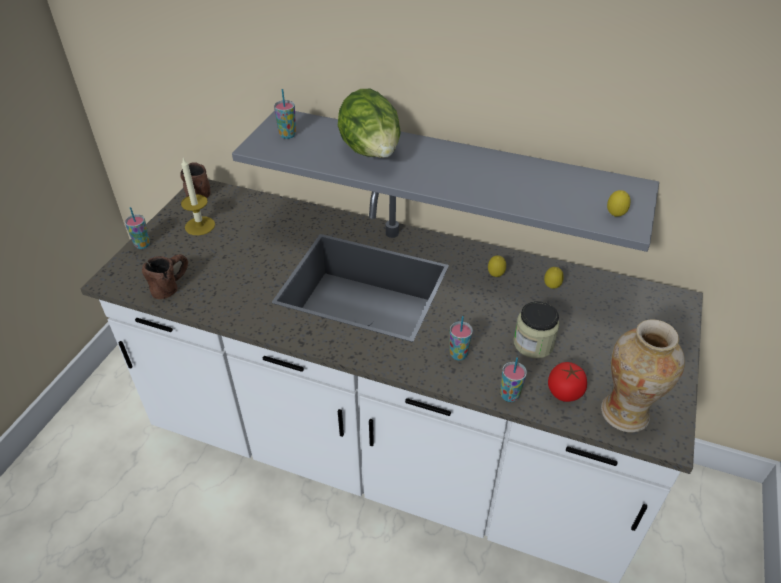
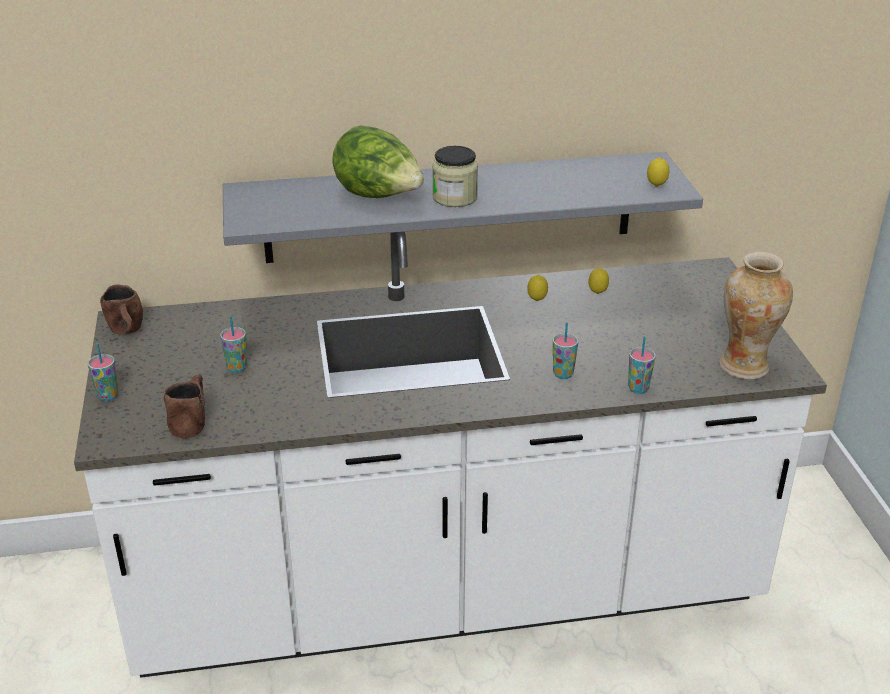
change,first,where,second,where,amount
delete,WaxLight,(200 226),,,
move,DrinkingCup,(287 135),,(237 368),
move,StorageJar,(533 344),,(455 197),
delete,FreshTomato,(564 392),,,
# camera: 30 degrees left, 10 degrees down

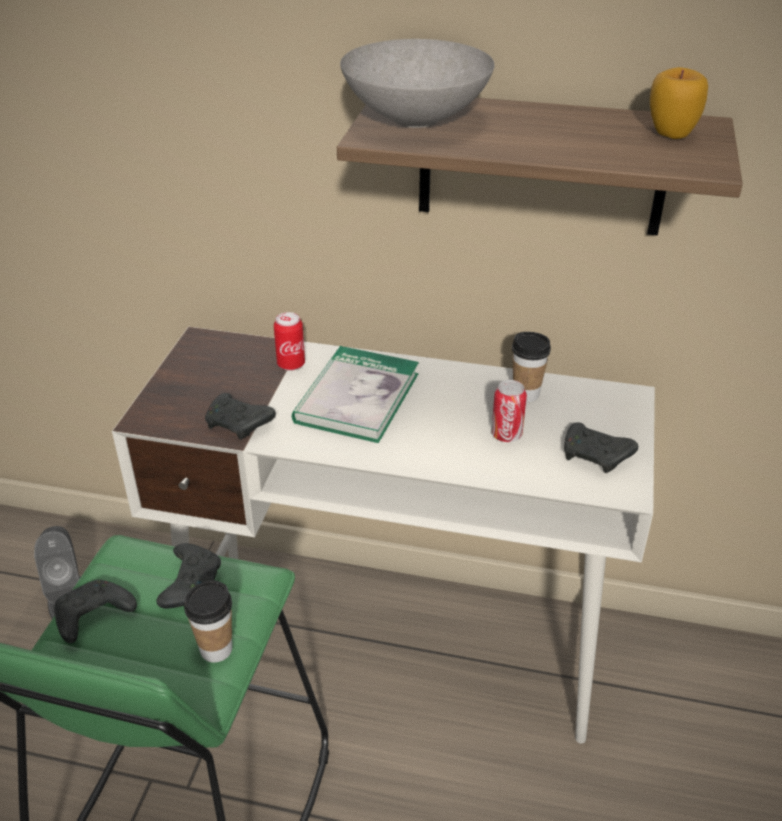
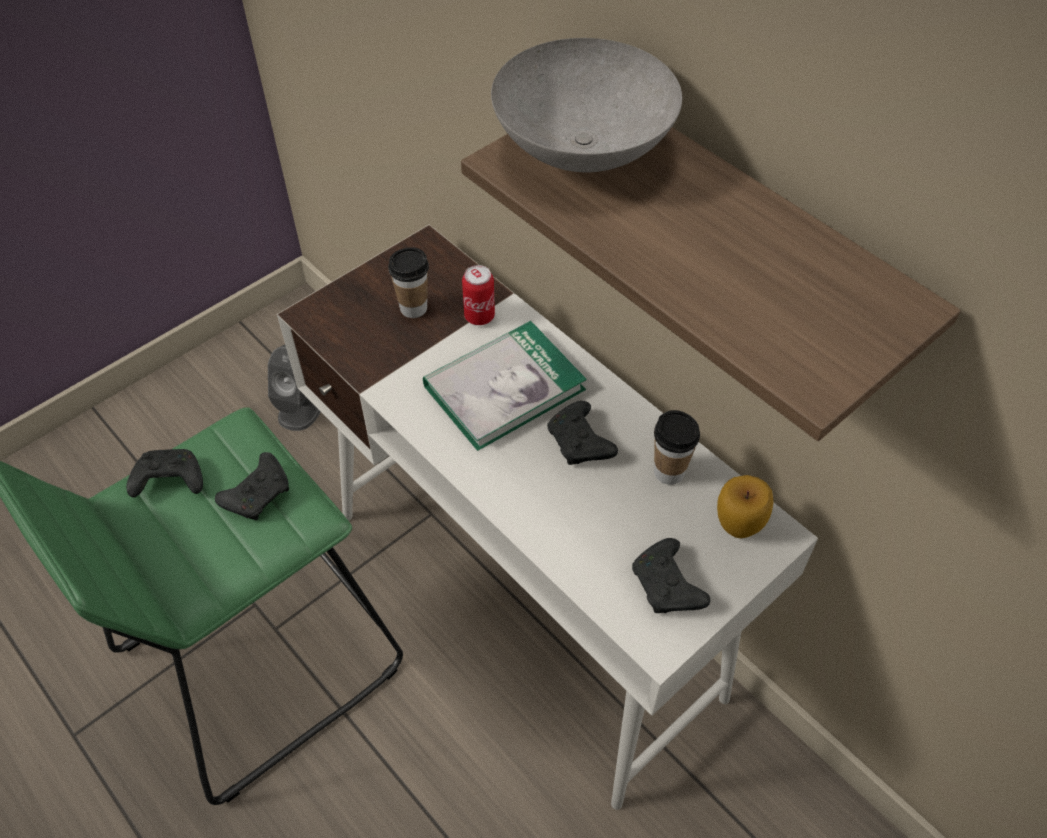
change,first,where,second,where,amount
move,DrinkingCup,(216 649),,(413 308),
move,BlackishGameController,(239 425),,(580 443),
delete,SealedCan,(506 435),,,
move,AppleFruit,(671 134),,(738 524),
# camera: 35 degrees right, 15 degrees up

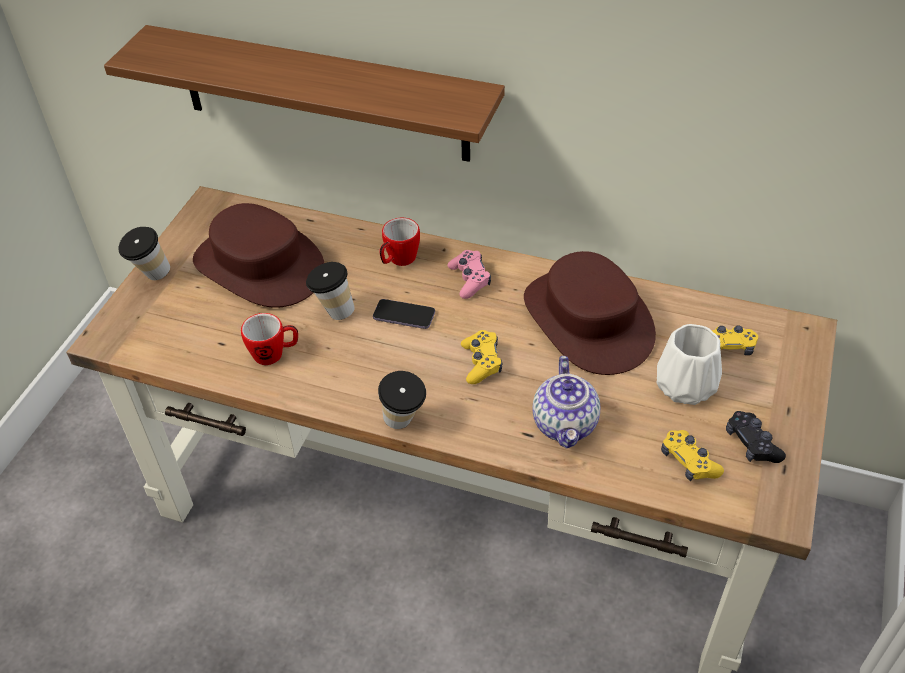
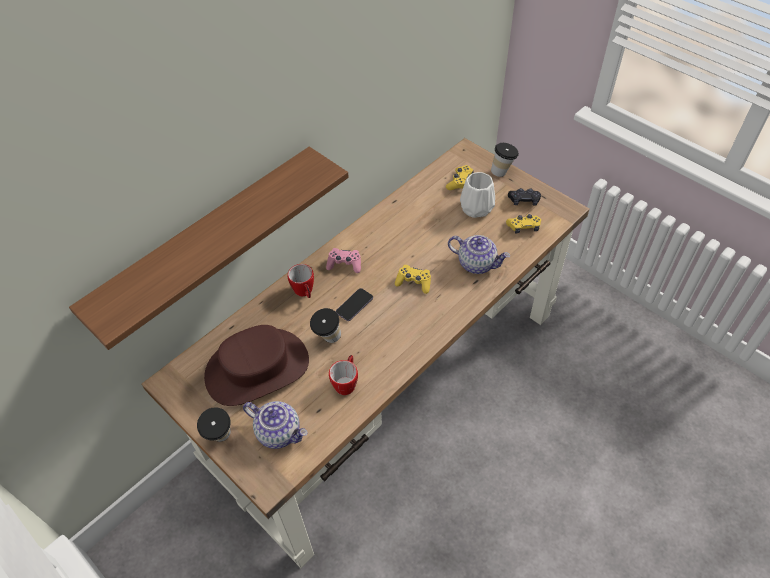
change,first,where,second,where,amount
move,DrinkingCup,(404 424),,(502 172),
delete,BrownHat,(588 320),,,
insert,,,PotForTea,(279 432),
# camera: 65 degrees left, 5 degrees up

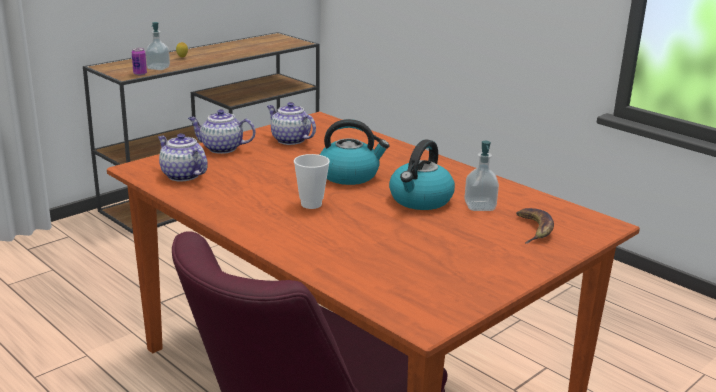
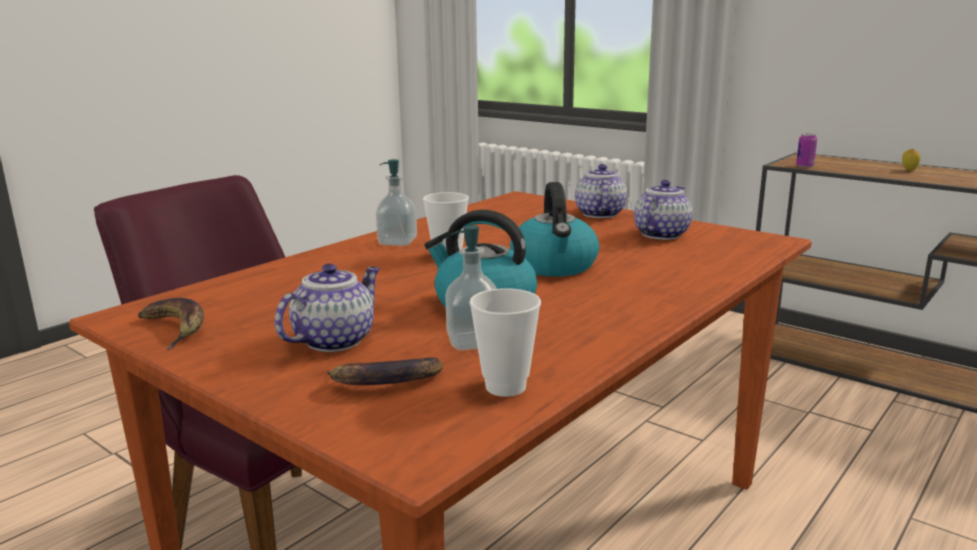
change,first,where,second,where,amount
move,SoapDispenser,(158 68),,(397 242),
move,PotForTea,(182 175),,(335 340),
insert,,,BananaFruit,(175 328),
insert,,,DrinkingCup,(505 387),
# camera: 85 degrees right, 5 degrees down

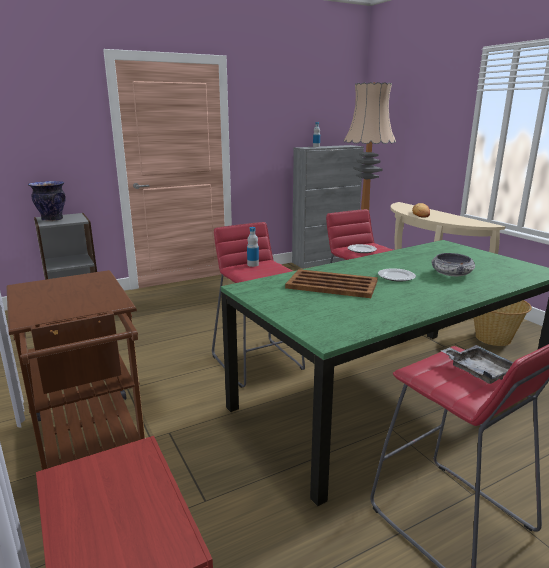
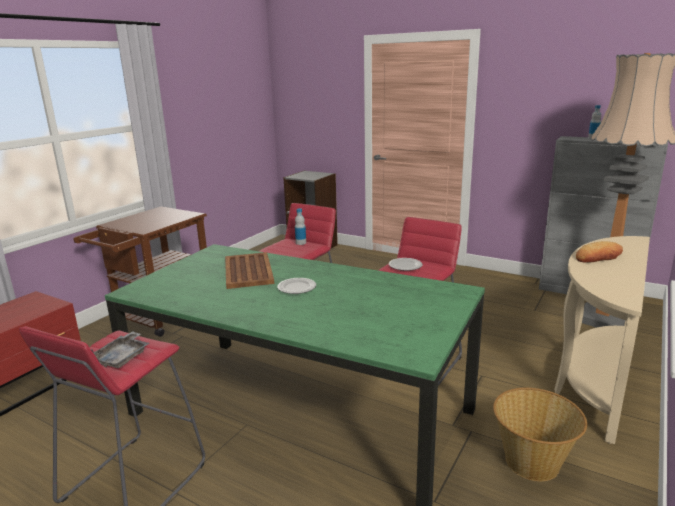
change,first,where,second,where,amount
delete,DecorativeVase,(52 219),,,
delete,ServingBowl,(451 274),,,
# camera: 60 degrees right, 0 degrees up

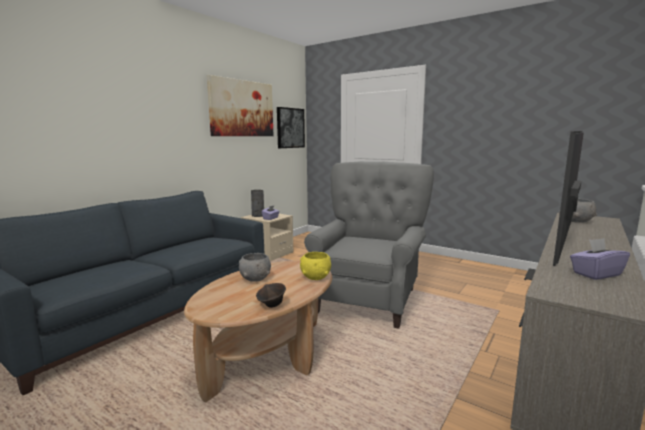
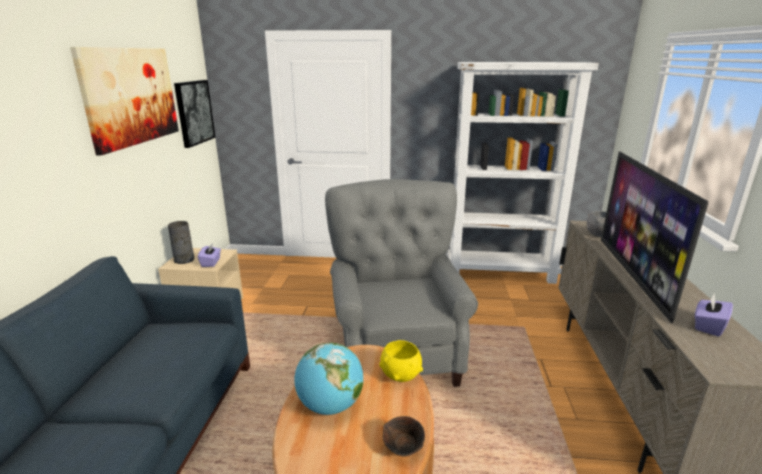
change,first,where,second,where,amount
replace,GreyishServingBowl,(255 279),WorldGlobe,(330 405),
insert,,,WhiteColouredBookshelf,(501 273),
# camera: 30 degrees left, 10 degrees up

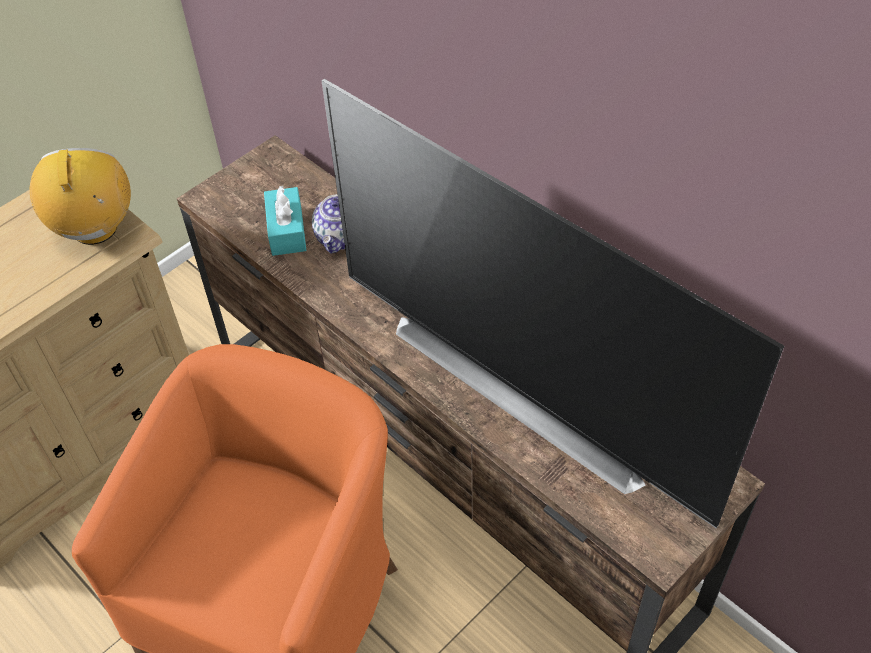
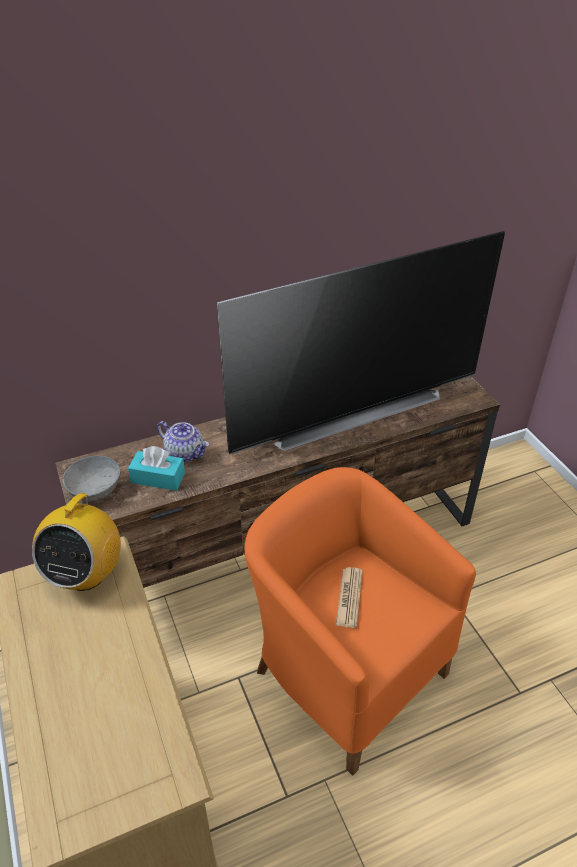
change,first,where,second,where,amount
rotate,RadioReceiver,(95 229),,(86 574),90 degrees counterclockwise
insert,,,GreyishServingBowl,(96 489),
insert,,,PrintedPaper,(349 597),
# camera: 70 degrees left, 10 degrees down

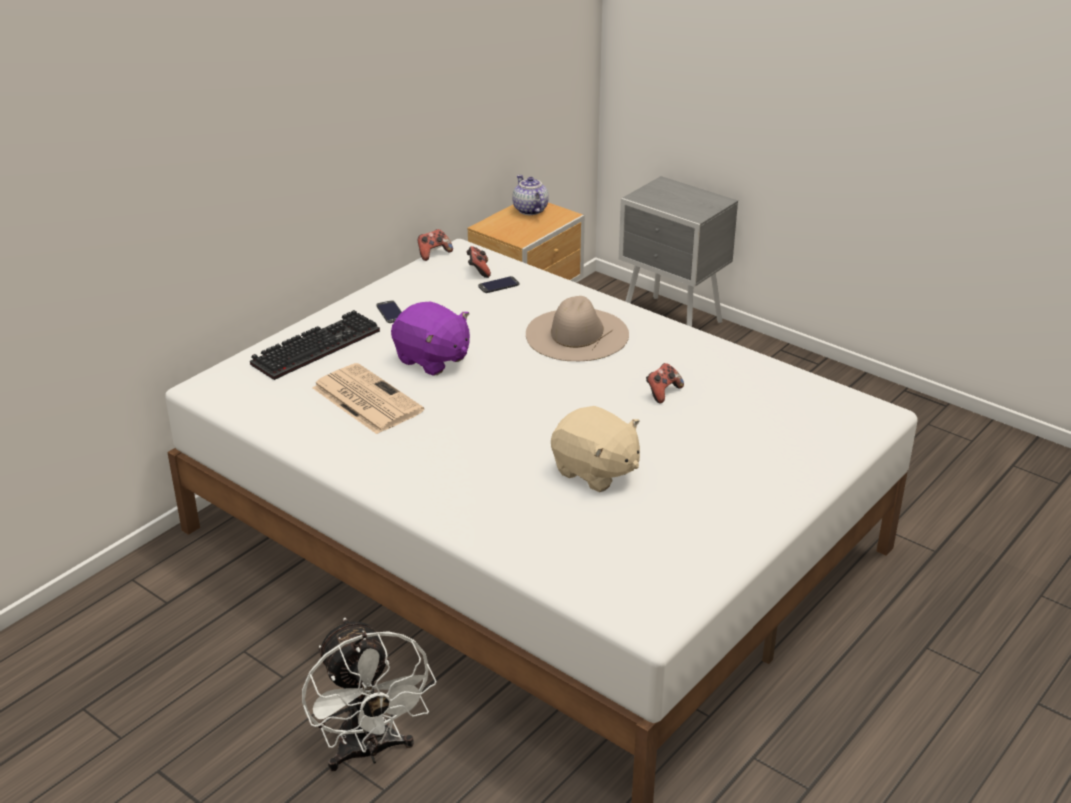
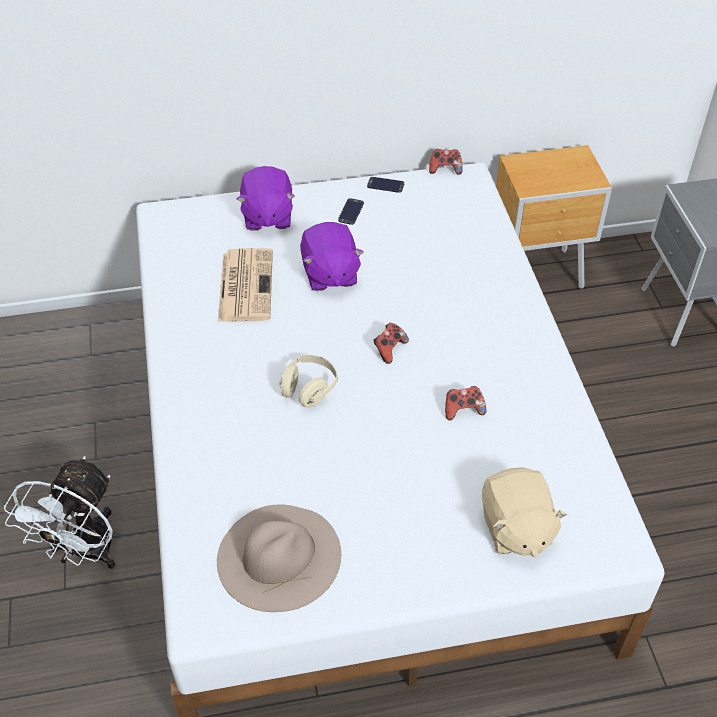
change,first,where,second,where,amount
replace,PcKeyboard,(316 346),PurplePlushToy,(267 216),
move,GameController,(478 271),,(389 349),
move,Telephone,(498 285),,(385 185),
delete,PotForTea,(529 210),,,
move,BeigeColouredHat,(577 334),,(279 556),
move,BeigeColouredPlushToy,(595 471),,(515 528),
insert,,,BeigeColouredHeadset,(309 389),
# camera: 40 degrees right, 15 degrees up

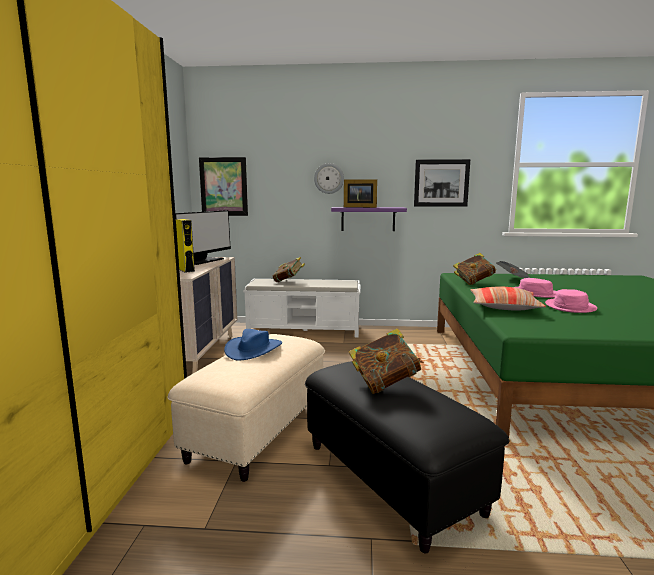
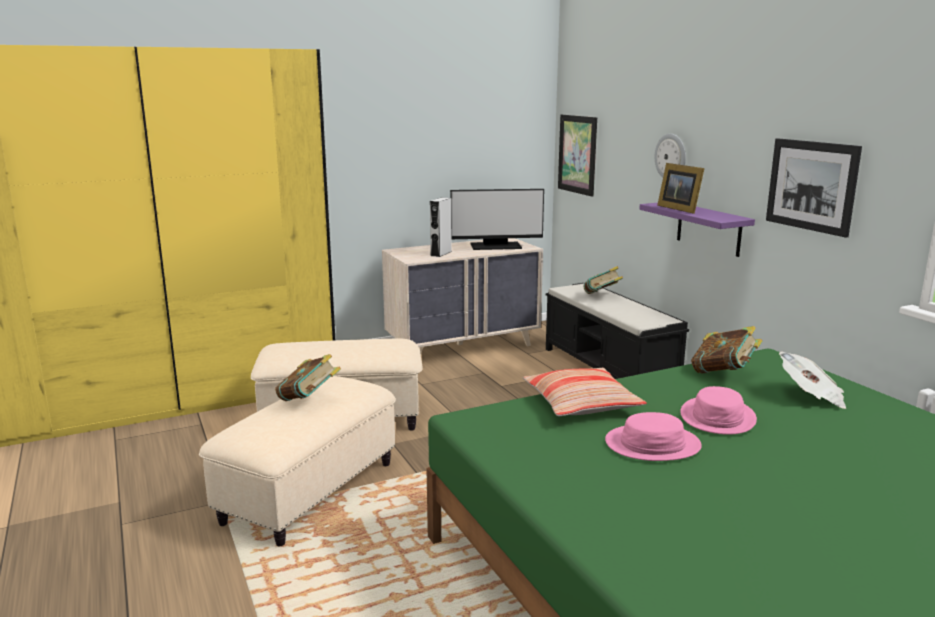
change,first,where,second,where,amount
recolor,YellowishAudioSpeaker,(186 270),GreyishAudioSpeaker,(441 253),
delete,BlueHat,(253 349),,,
recolor,WhiteColouredBench,(305 330),BlackishBench,(609 370),
recolor,BlackishFootrest,(389 478),BeigeColouredFootrest,(309 491),
# camera: 60 degrees right, 5 degrees up

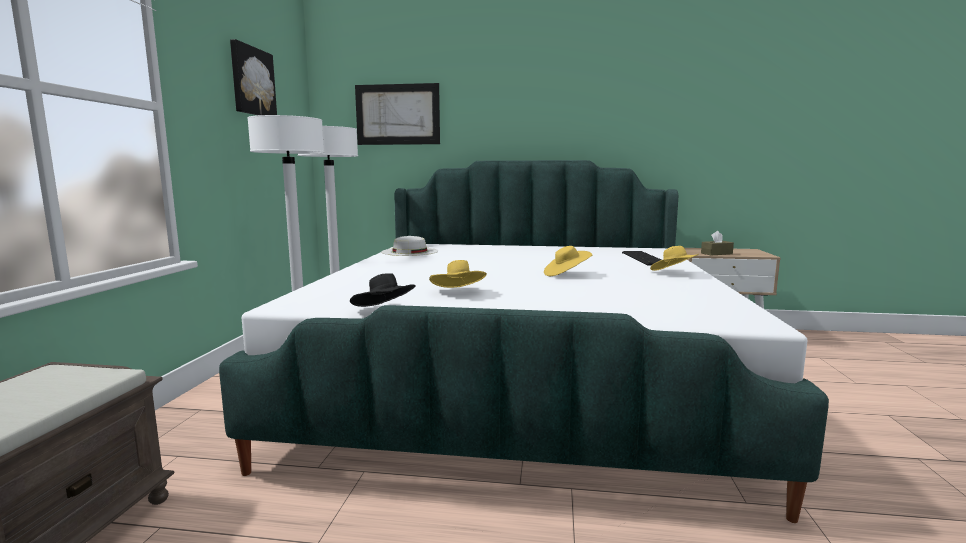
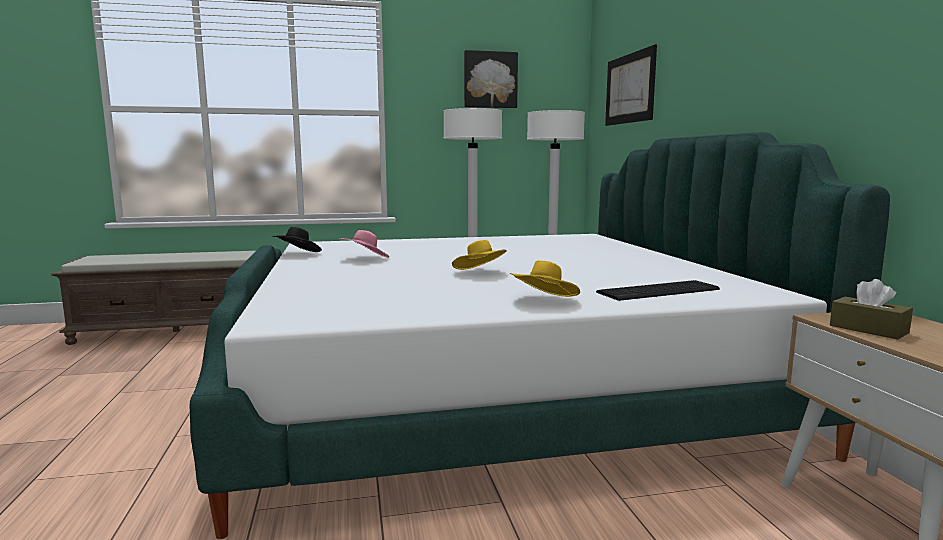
change,first,where,second,where,amount
delete,WhiteColouredHat,(409 251),,,
recolor,YellowishHat,(459 292),PinkishHat,(365 259),
# camera: 70 degrees right, 0 degrees up

